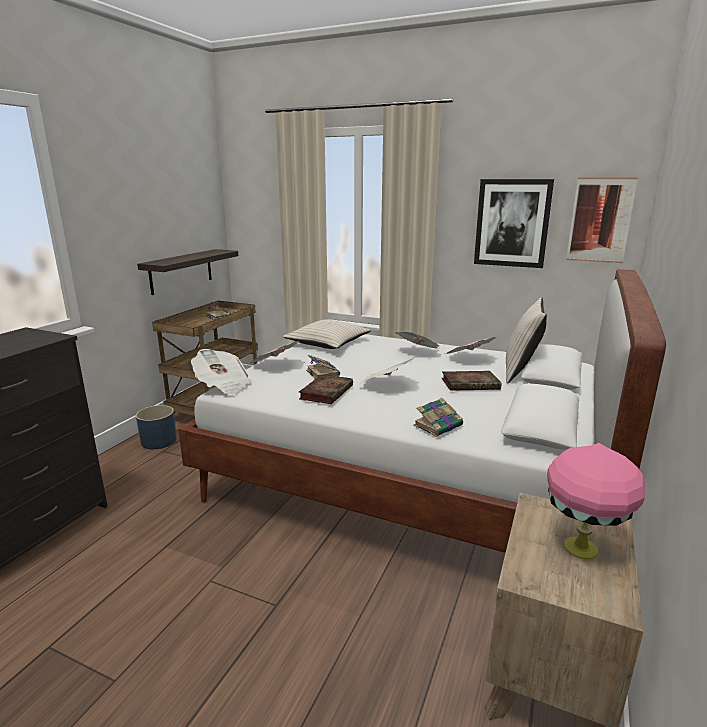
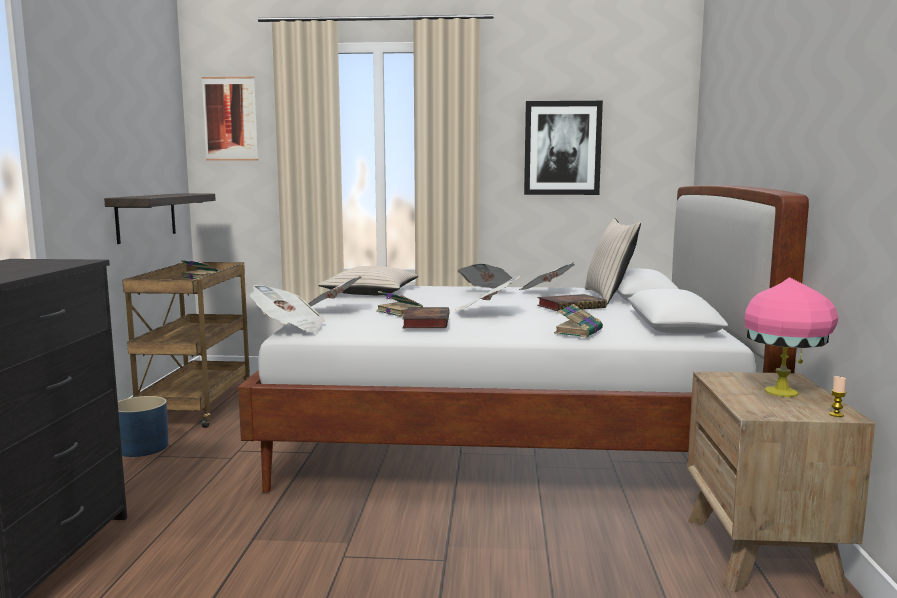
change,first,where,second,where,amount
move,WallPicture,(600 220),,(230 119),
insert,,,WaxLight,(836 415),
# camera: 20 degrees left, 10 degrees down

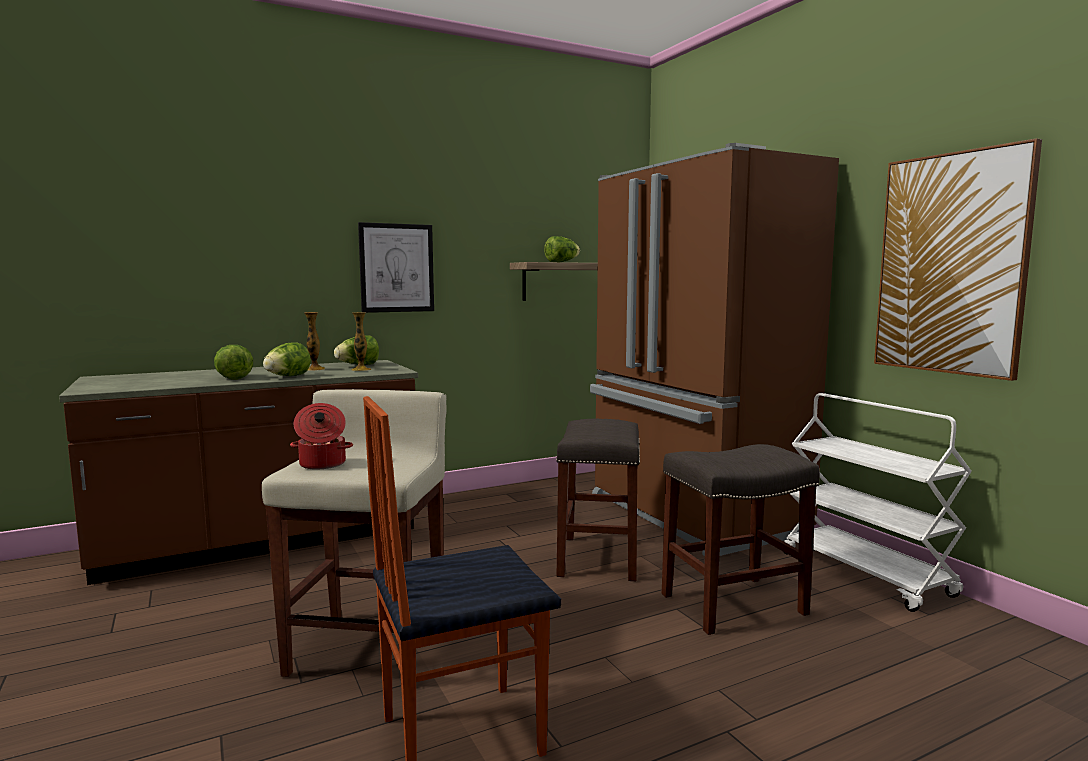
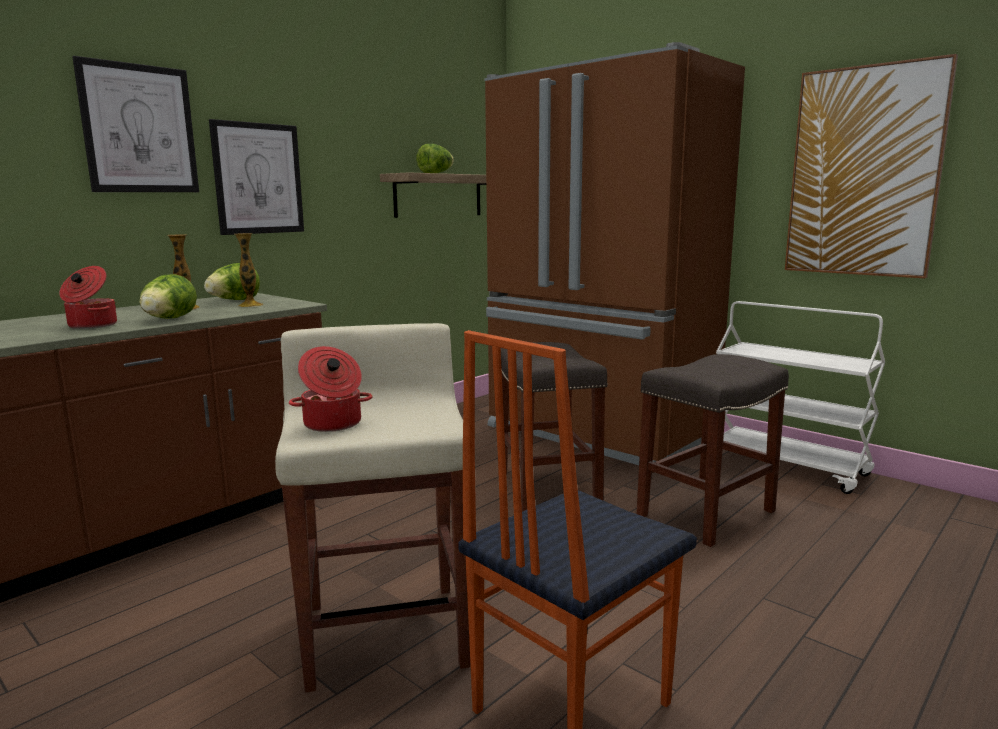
change,first,where,second,where,amount
replace,Lettuce,(232 378),CookingPot,(91 325),
insert,,,WallPicture,(139 129),
# camera: 20 degrees left, 5 degrees up

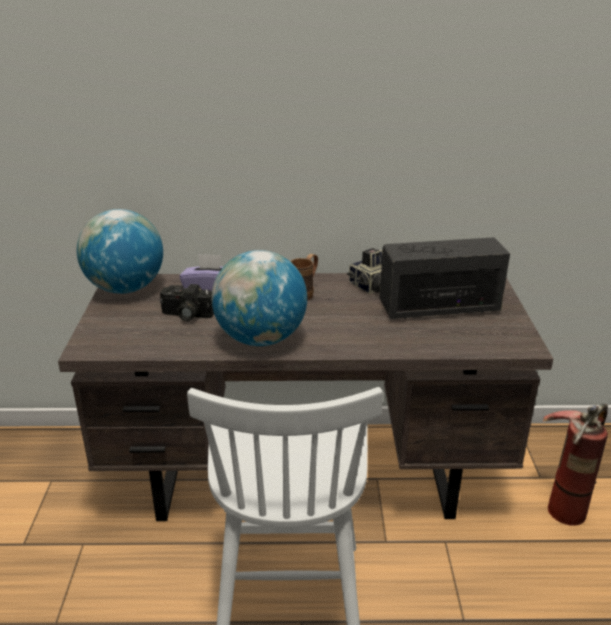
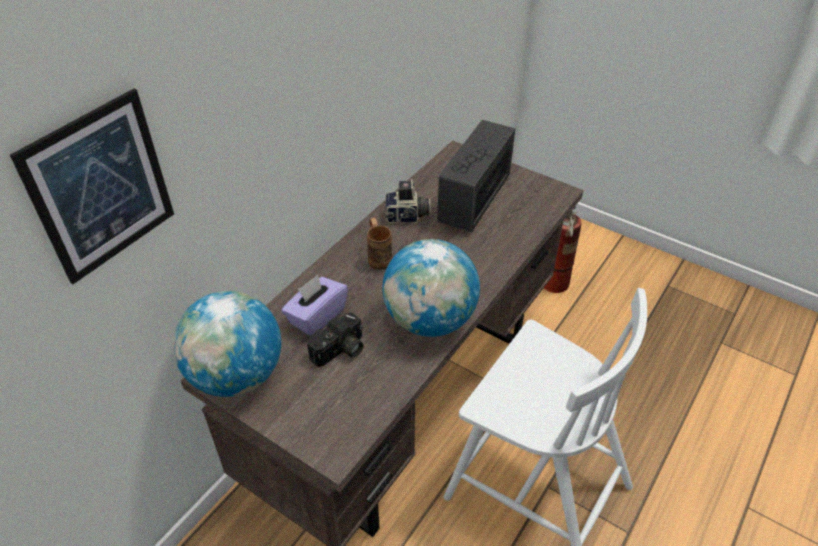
change,first,where,second,where,amount
insert,,,WallPicture,(101 187),
# camera: 55 degrees left, 15 degrees up

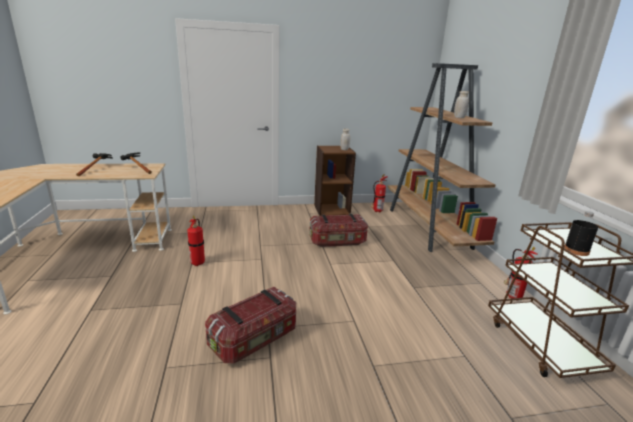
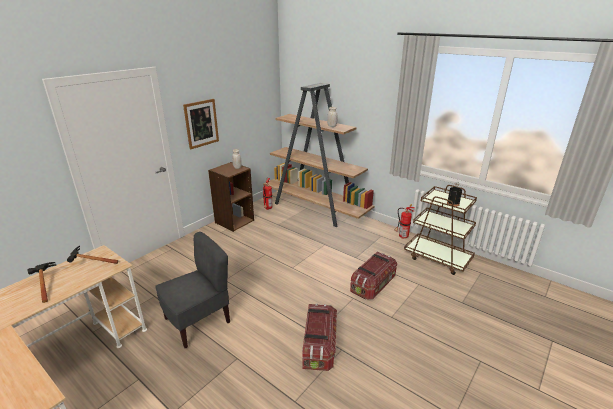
change,first,where,second,where,amount
replace,FireExtinguisher,(198 263),GreyishUprightChair,(198 321),
move,StorageContainer,(337 241),,(373 285),
insert,,,WallPicture,(201 123),
# camera: 40 degrees left, 5 degrees up

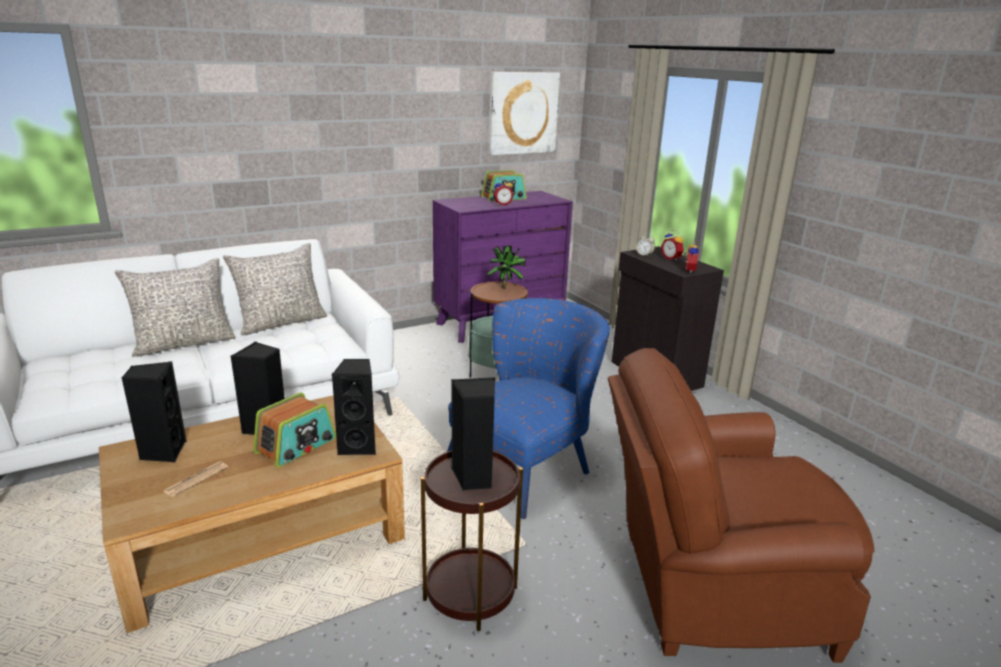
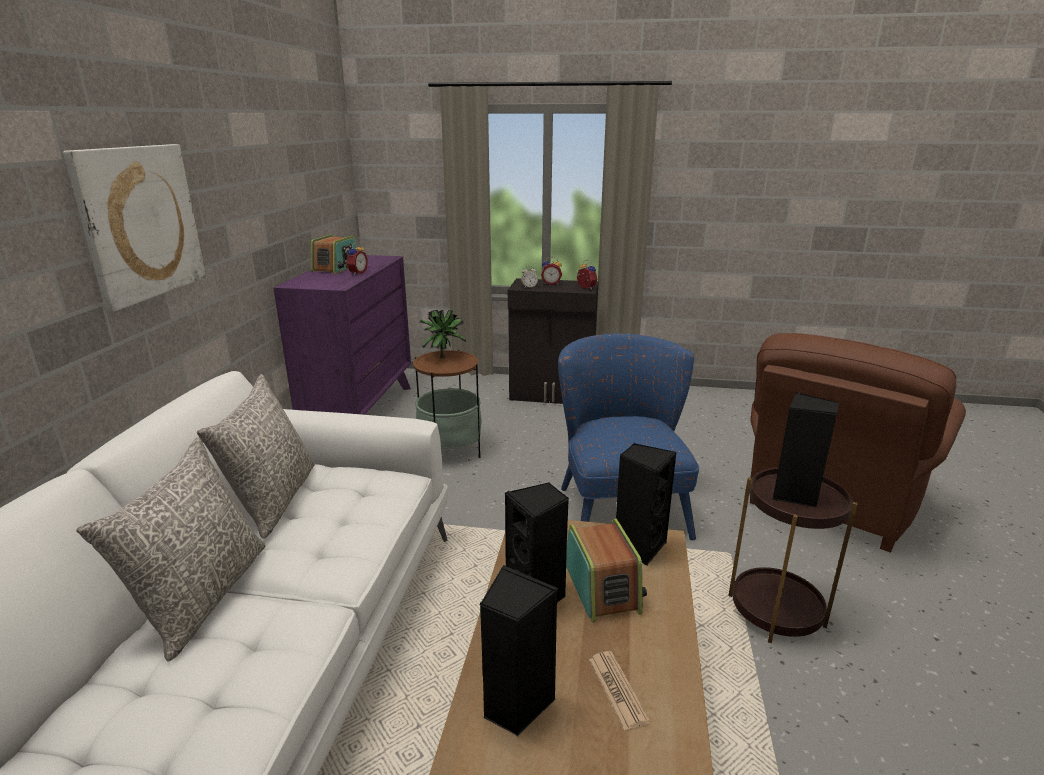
change,first,where,second,where,amount
move,WallPicture,(523 113),,(140 223),
# camera: 50 degrees left, 0 degrees up

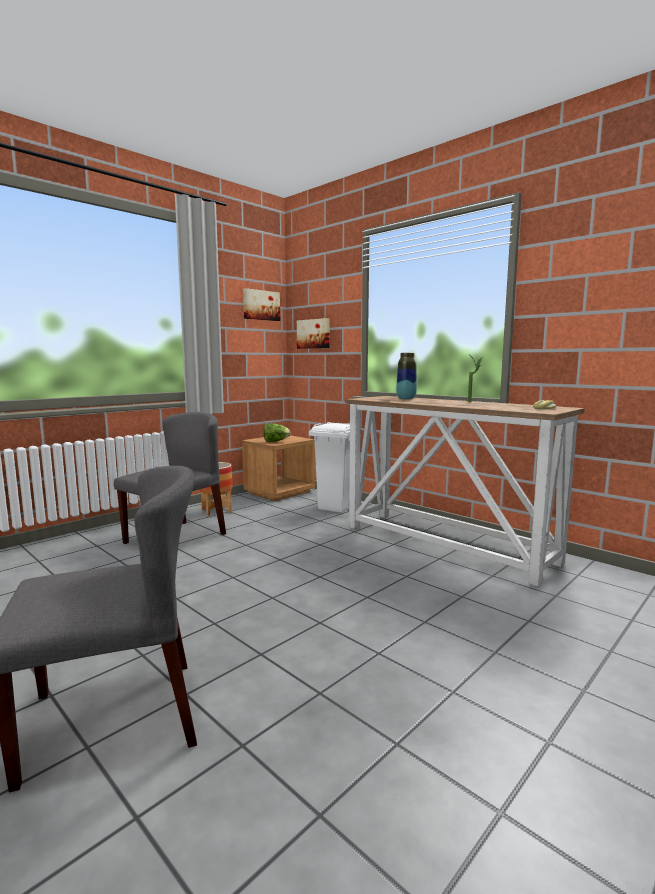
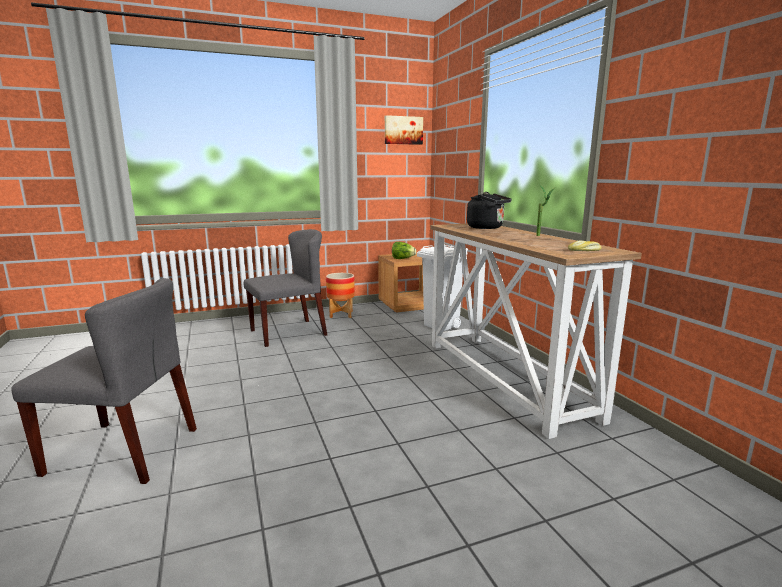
change,first,where,second,where,amount
delete,WallPicture,(314 334),,,
replace,DecorativeVase,(406 399),BlackishTeaKettle,(487 228),
# camera: 25 degrees right, 5 degrees up

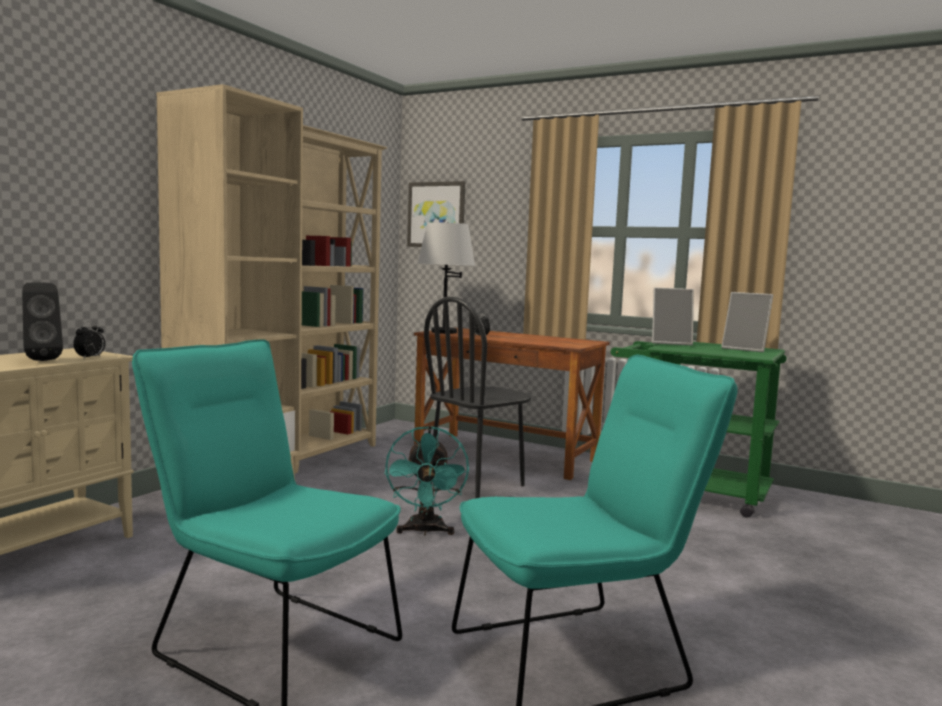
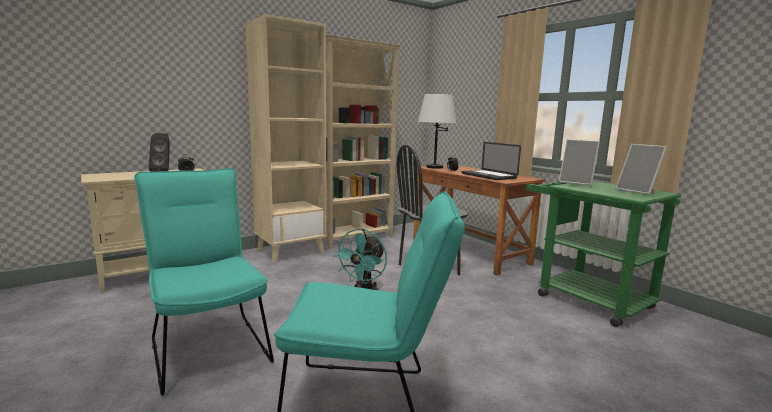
change,first,where,second,where,amount
delete,WallPicture,(436 215),,,
insert,,,PortableComputer,(488 176),
# camera: 25 degrees right, 5 degrees up

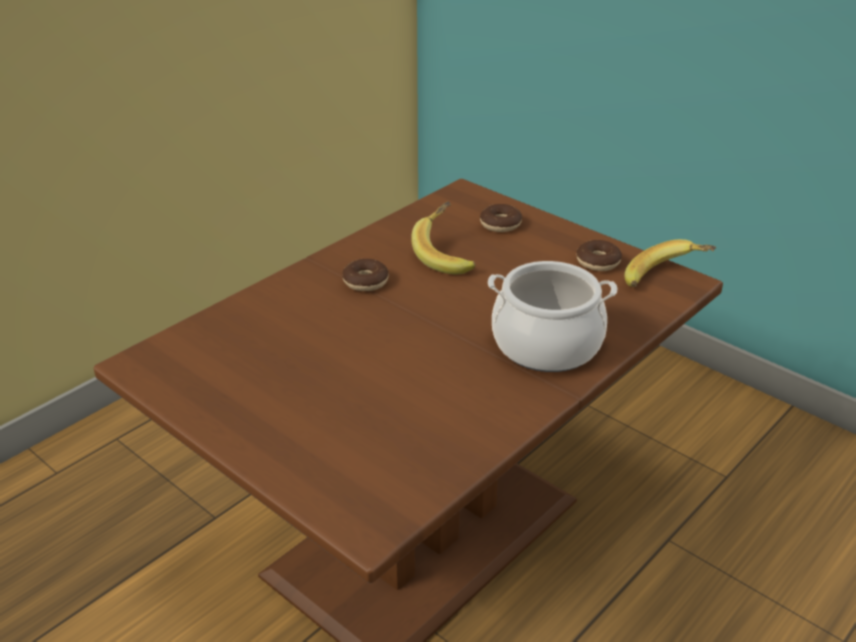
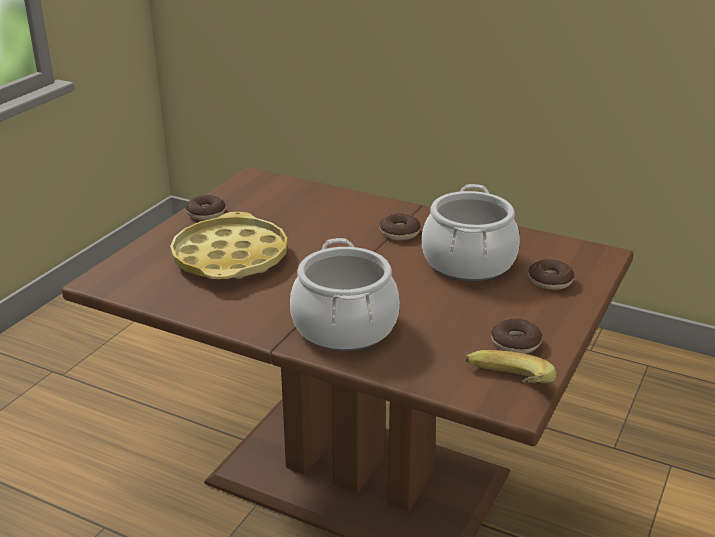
change,first,where,second,where,amount
replace,BananaFruit,(448 255),CookingPot,(469 262),
insert,,,YellowishTray,(230 257),
insert,,,Donut,(206 214),
# camera: 75 degrees right, 5 degrees down

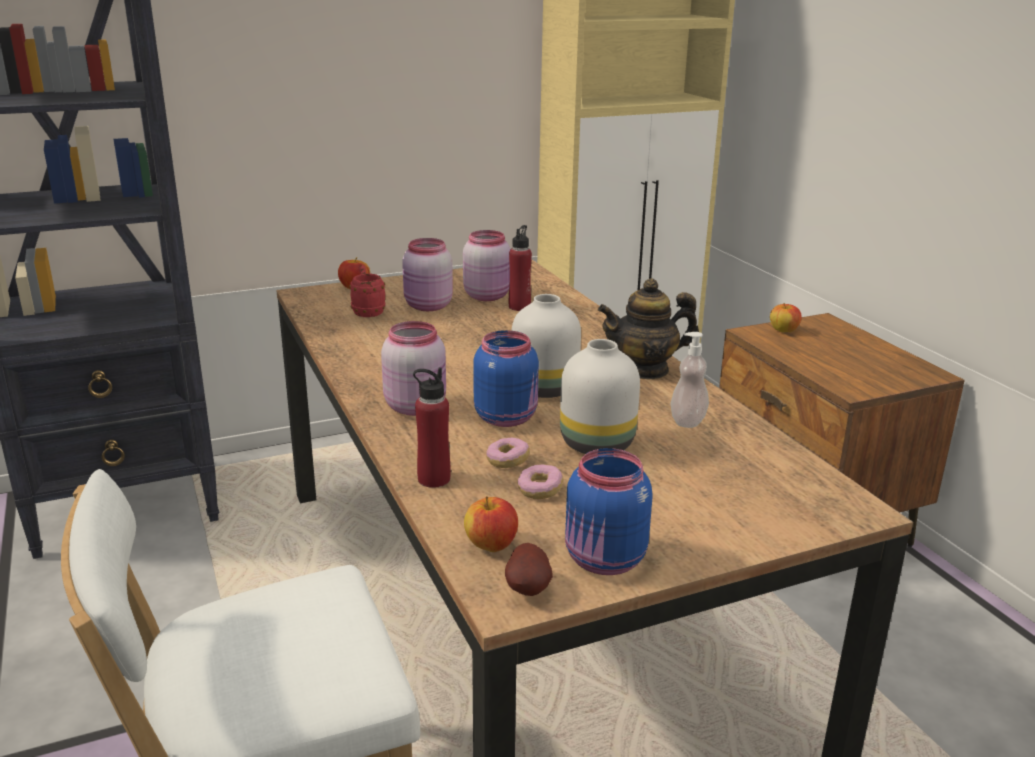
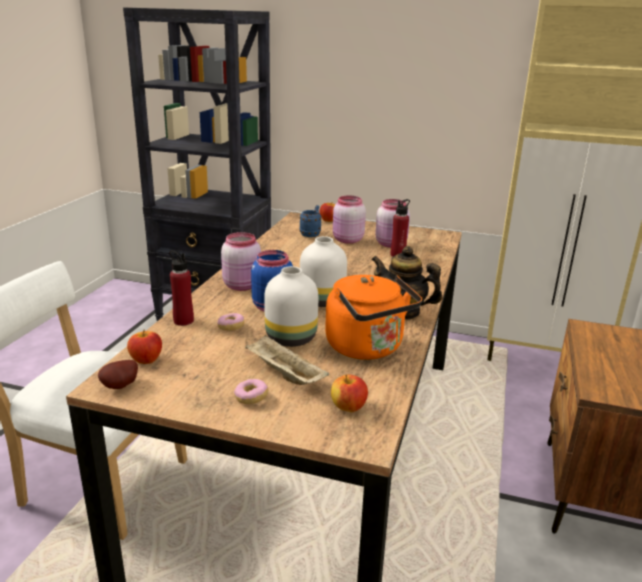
change,first,where,second,where,amount
recolor,ReddishMug,(367 311),BlueMug,(311 234),
move,Donut,(540 490),,(251 398),
delete,BlueStorageJar,(604 561),,,
replace,SoapDispenser,(687 421),OrangeyTeaKettle,(367 348),
move,AppleFruit,(783 331),,(348 408),
insert,,,BeigeColouredTray,(283 374),
# camera: 40 degrees right, 0 degrees up

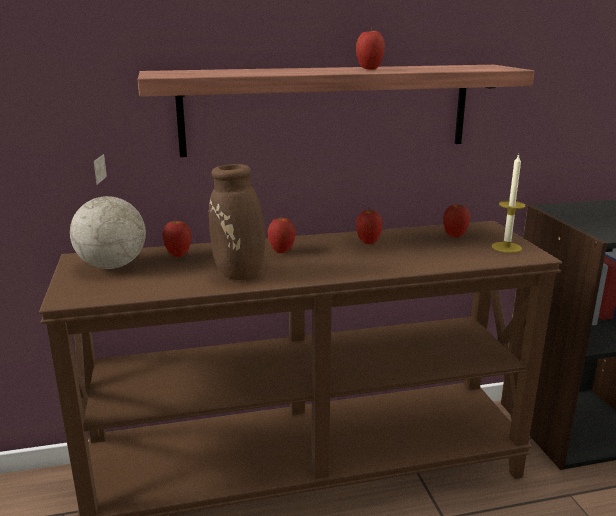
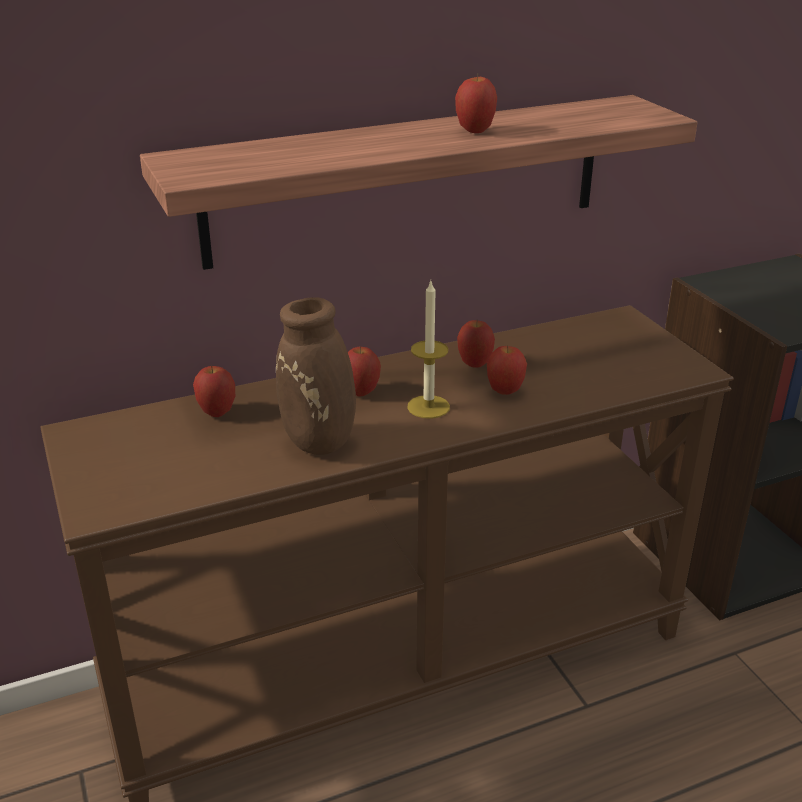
change,first,where,second,where,amount
delete,WorldGlobe,(113 266),,,
move,AppleFruit,(454 236),,(505 391),
move,WaxLight,(506 247),,(428 407),
# camera: 10 degrees left, 10 degrees up

